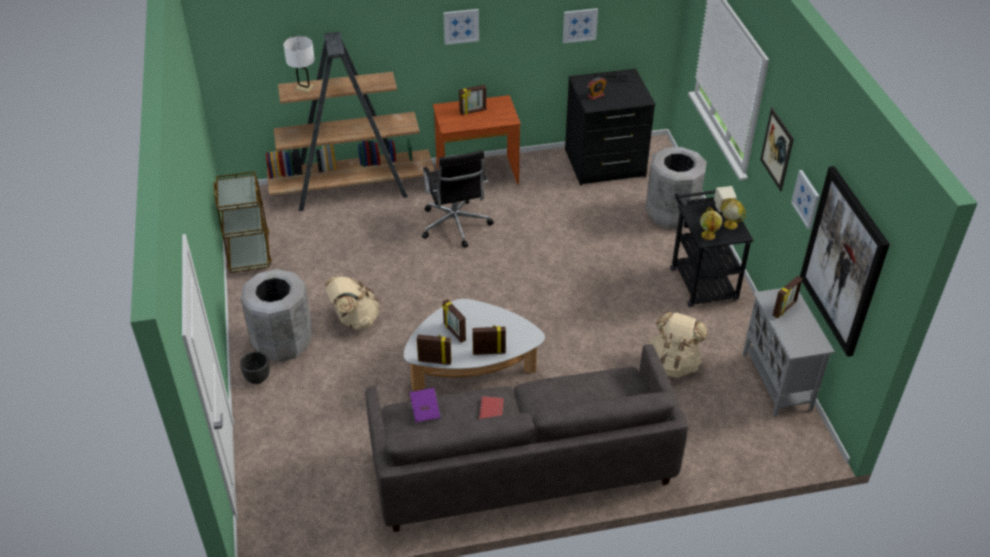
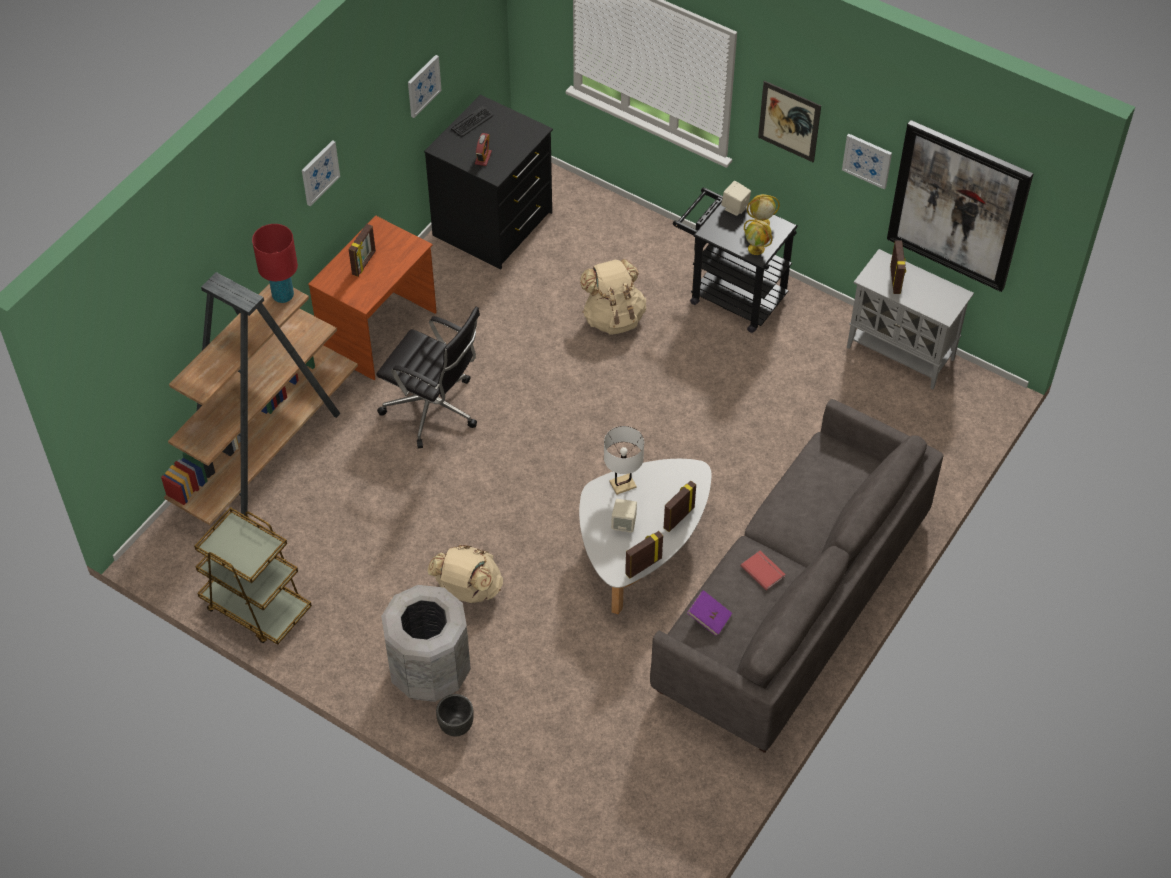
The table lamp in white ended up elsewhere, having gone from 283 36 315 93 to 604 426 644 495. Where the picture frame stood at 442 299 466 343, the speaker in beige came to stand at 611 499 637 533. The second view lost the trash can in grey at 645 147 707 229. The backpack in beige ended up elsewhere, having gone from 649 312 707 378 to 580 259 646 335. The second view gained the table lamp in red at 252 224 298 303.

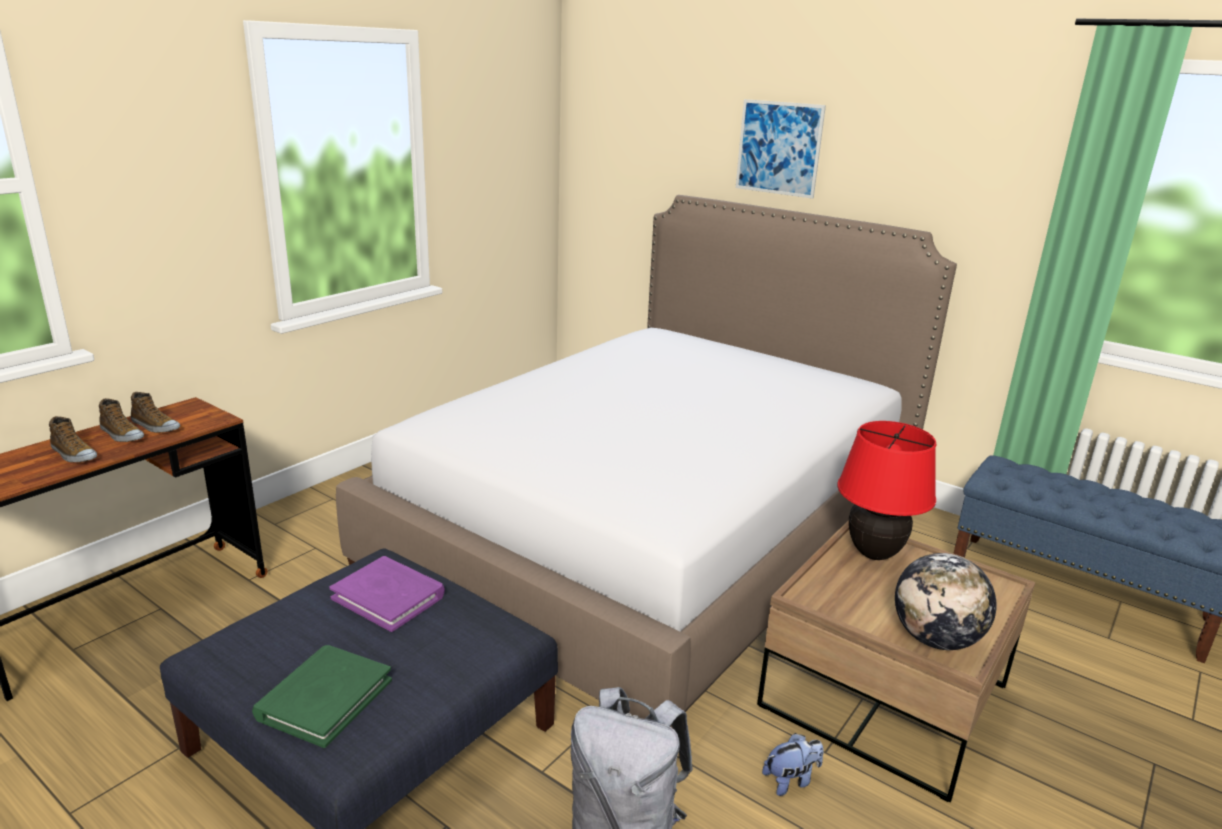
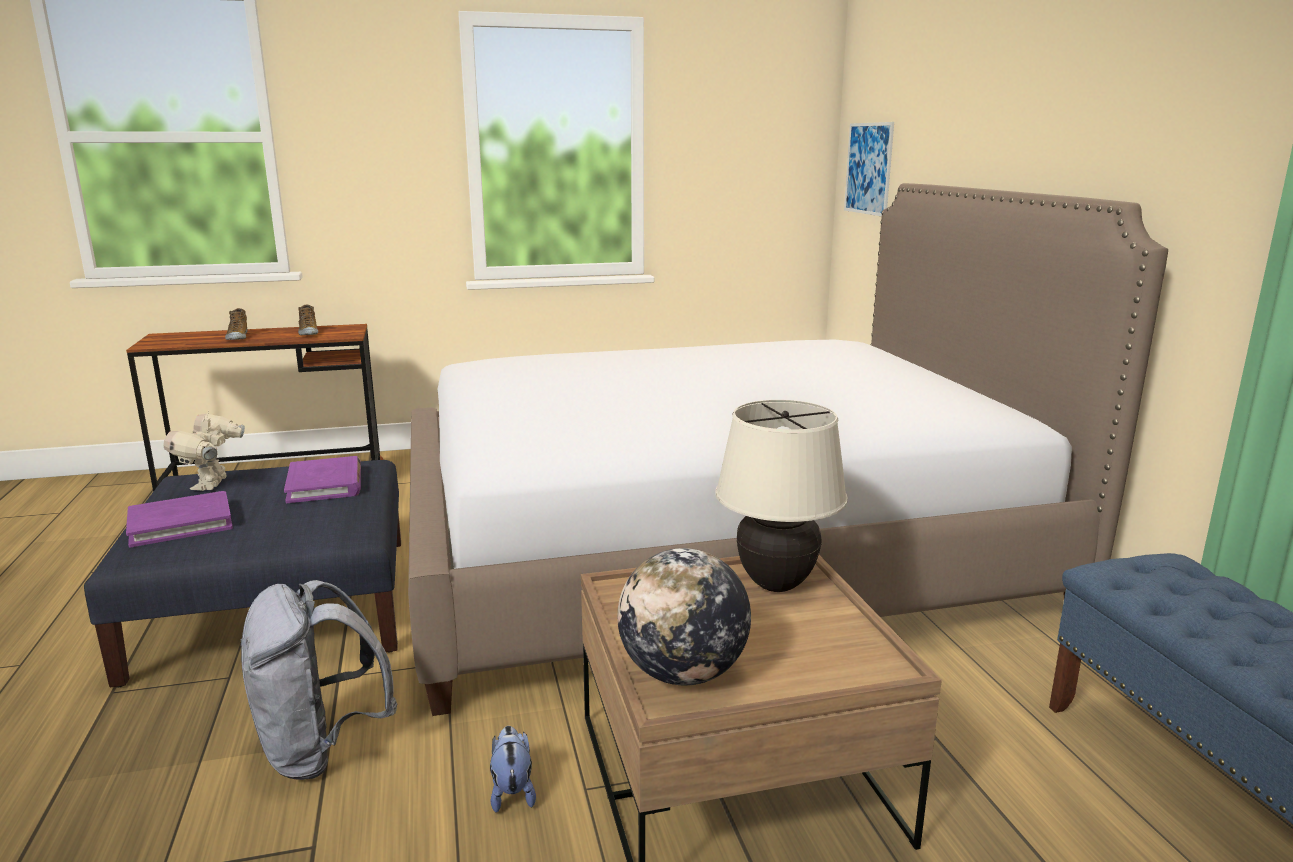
The second view lost the shoe at 99 398 144 442. What was the book in green at 252 645 392 748 turned into the book in purple at 126 491 233 548. The picture ended up elsewhere, having gone from 736 99 826 199 to 844 122 894 216. The plush toy at 762 733 824 796 ended up facing another way, 120 degrees counterclockwise from before. What was the table lamp in red at 837 421 937 560 turned into the table lamp in beige at 715 400 848 592. The second view gained the toy robot at 163 410 245 491.

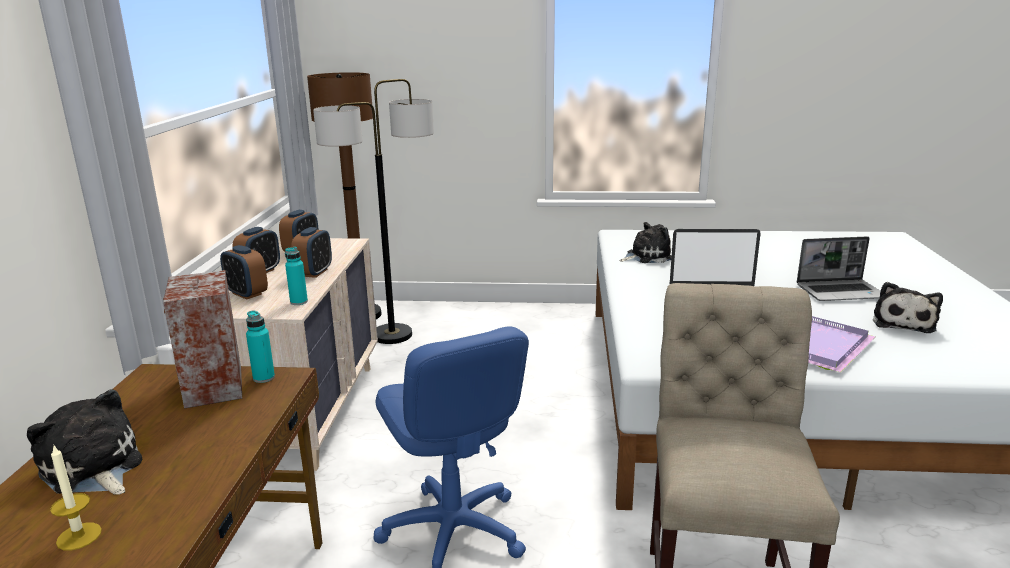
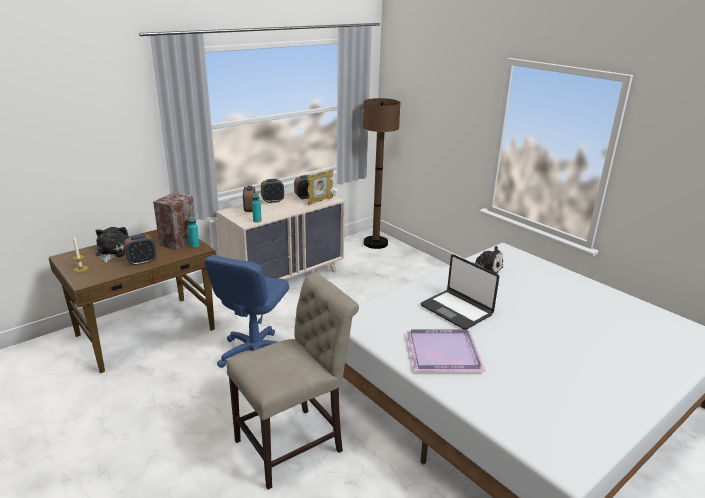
The alarm clock ended up elsewhere, having gone from 291 227 332 278 to 124 234 156 266. The second view lost the floor lamp at 313 79 434 344. The second view lost the laptop at 797 236 880 301. The second view lost the plush toy at 873 282 943 333. The second view gained the picture frame at 307 169 333 205.

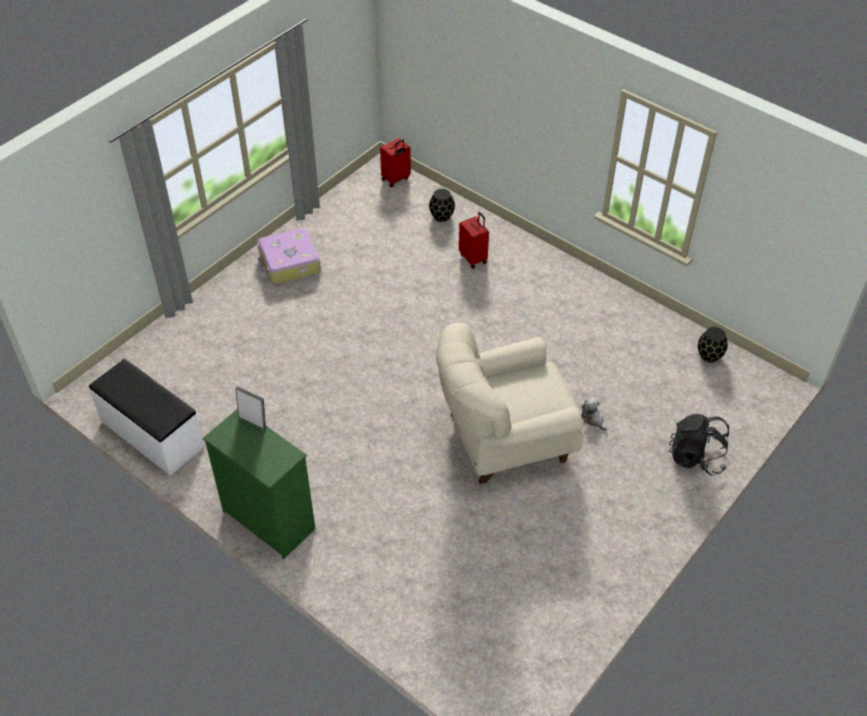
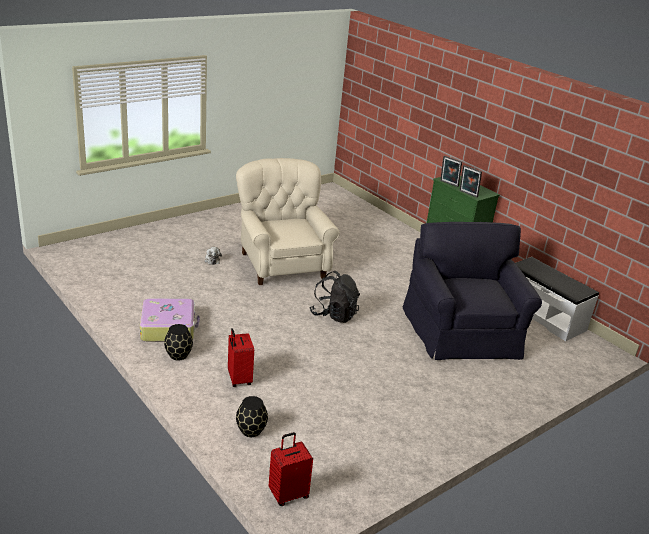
The suitcase ended up elsewhere, having gone from 257 228 321 284 to 140 298 200 342. The armchair in beige at 436 323 583 484 ended up facing another way, 105 degrees counterclockwise from before. The backpack in black ended up elsewhere, having gone from 669 414 729 475 to 309 271 360 323. The vase in black ended up elsewhere, having gone from 698 327 728 362 to 164 324 193 361. The second view gained the armchair in black at 403 222 542 360. The second view gained the picture frame at 440 156 462 187.

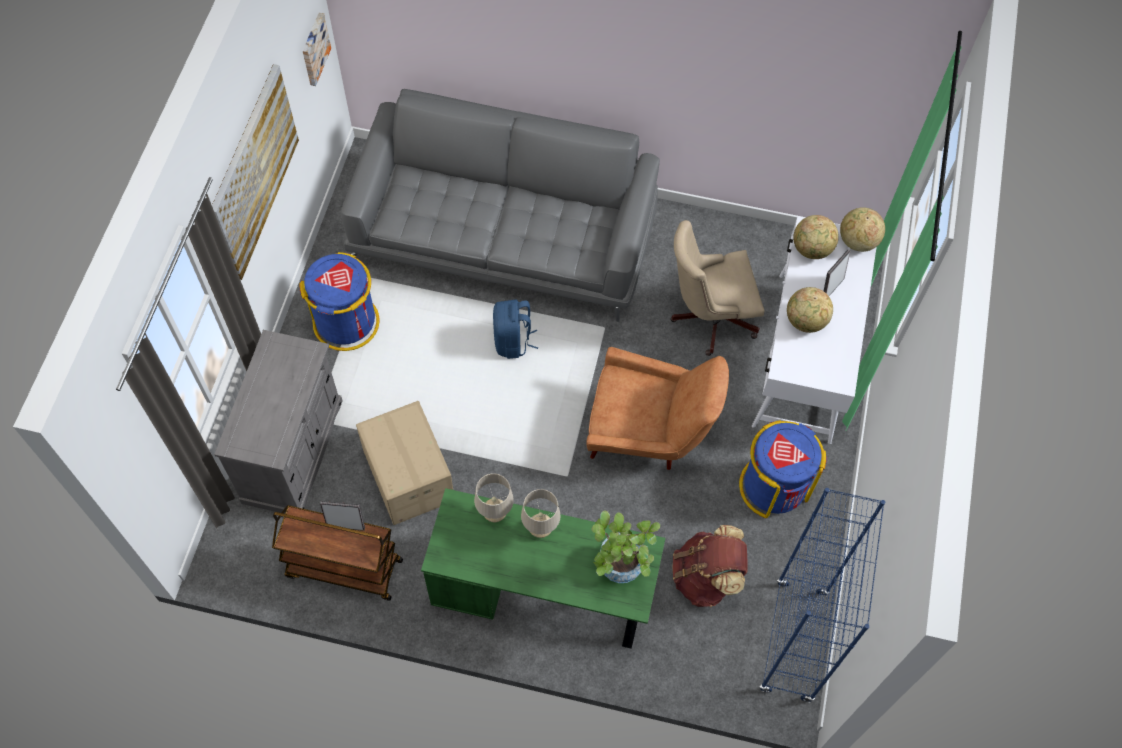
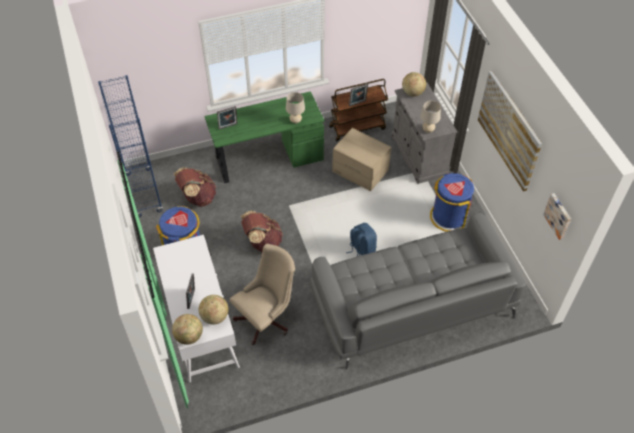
The table lamp in beige ended up elsewhere, having gone from 521 489 561 538 to 421 101 441 133. Where the armchair in brown stood at 586 347 729 470, the backpack in brown came to stand at 241 211 283 252. Where the potted plant stood at 592 510 660 583, the picture frame came to stand at 217 106 237 130. The globe ended up elsewhere, having gone from 787 287 833 333 to 402 72 426 97.

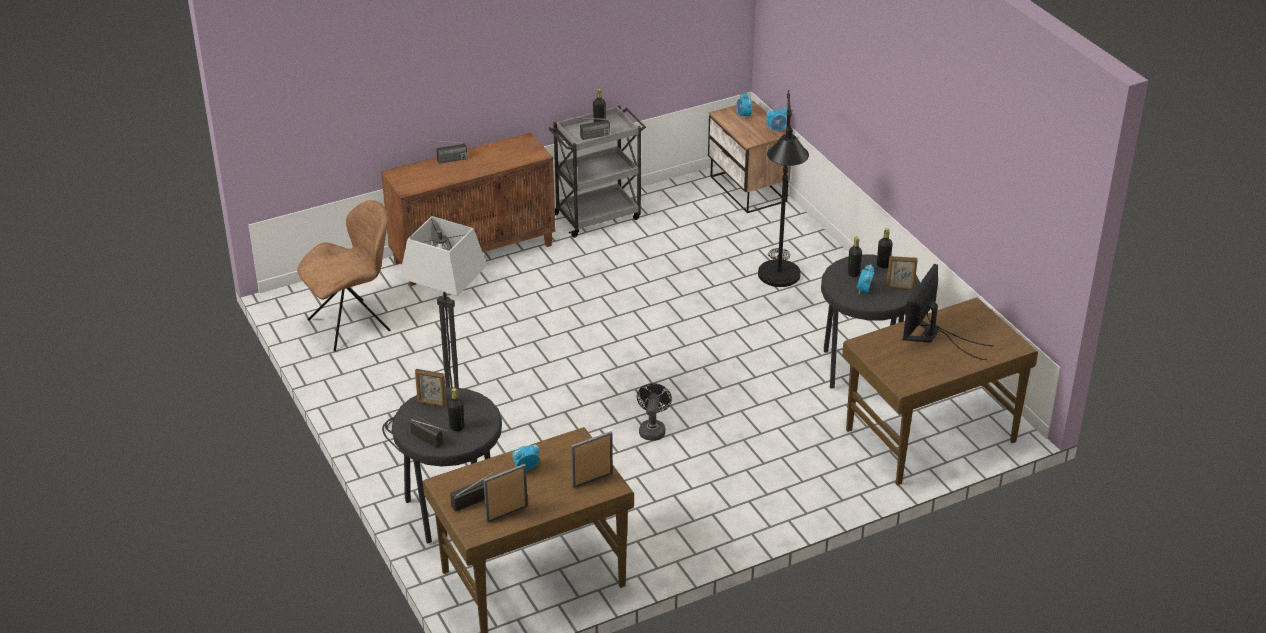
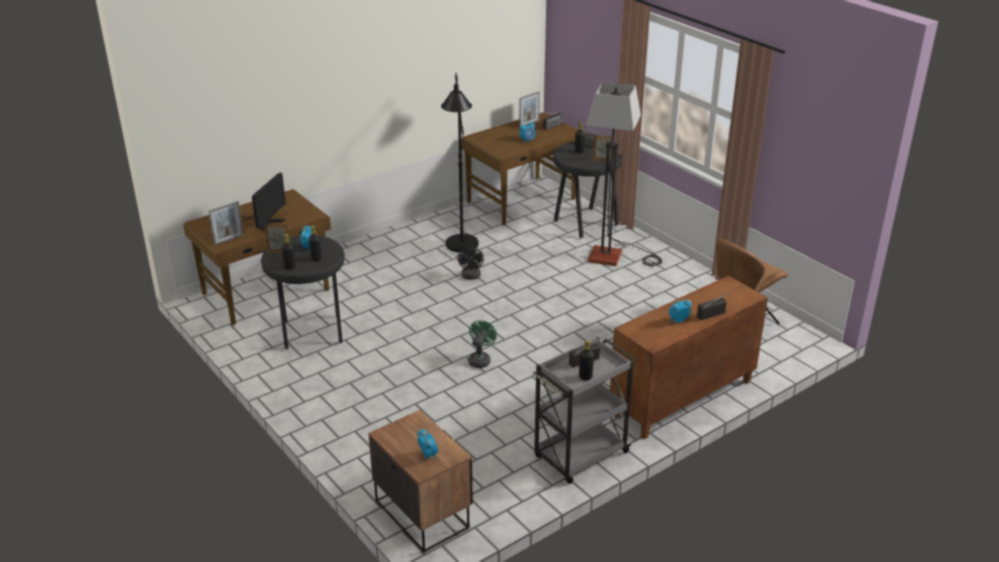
The picture frame ended up elsewhere, having gone from 571 431 613 488 to 209 201 244 245. The floor lamp in black ended up elsewhere, having gone from 758 90 809 287 to 441 73 479 262. The alarm clock ended up elsewhere, having gone from 766 106 787 133 to 669 300 691 323. The second view gained the fan in green at 468 320 497 368.

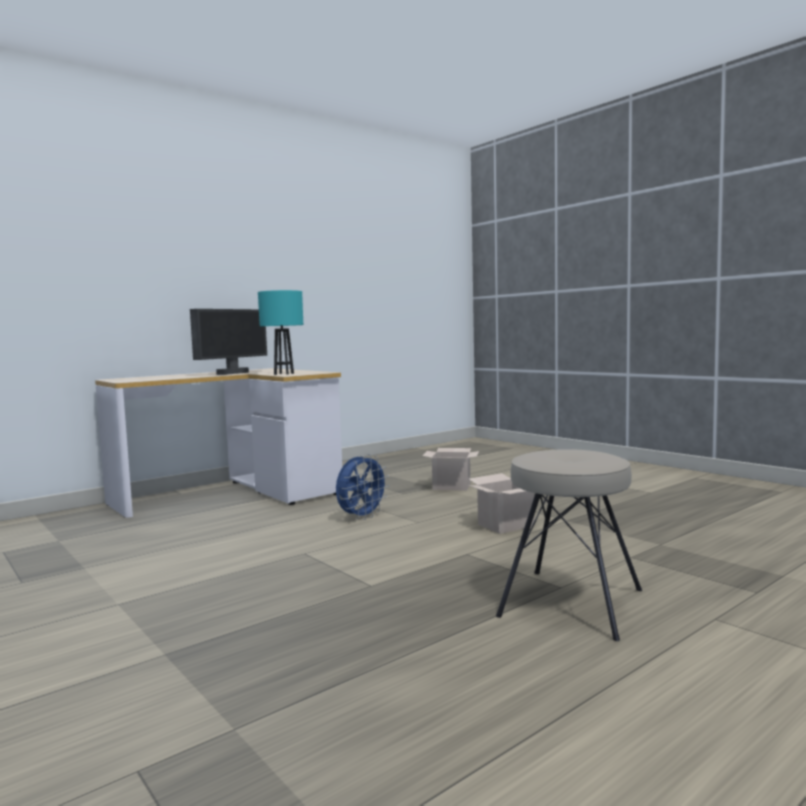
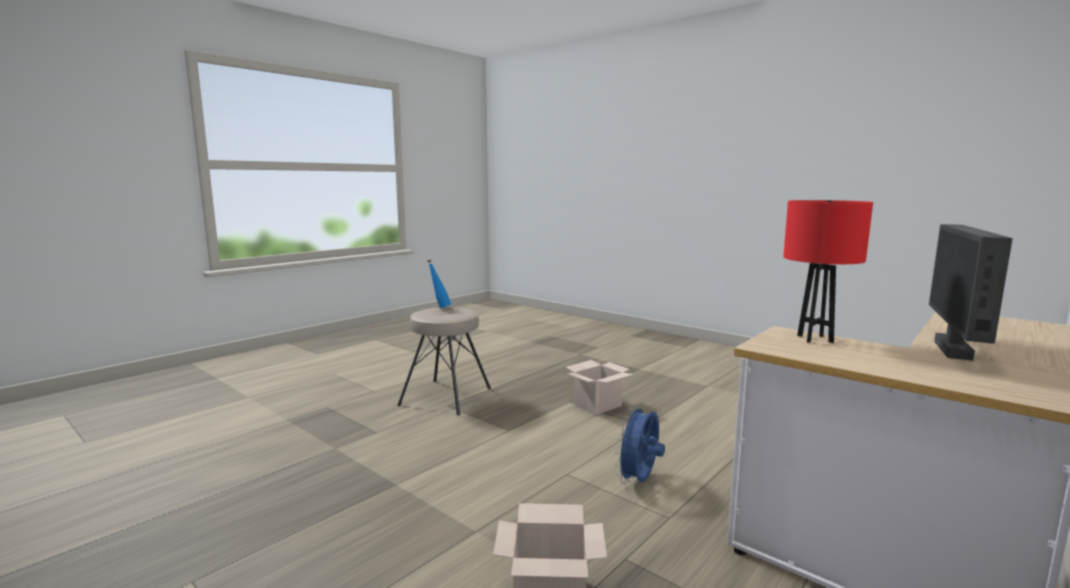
What was the table lamp in turquoise at 258 290 303 375 turned into the table lamp in red at 783 200 873 343. The cardboard box ended up elsewhere, having gone from 468 473 534 534 to 566 360 633 415. The second view gained the bottle in blue at 428 260 451 308.

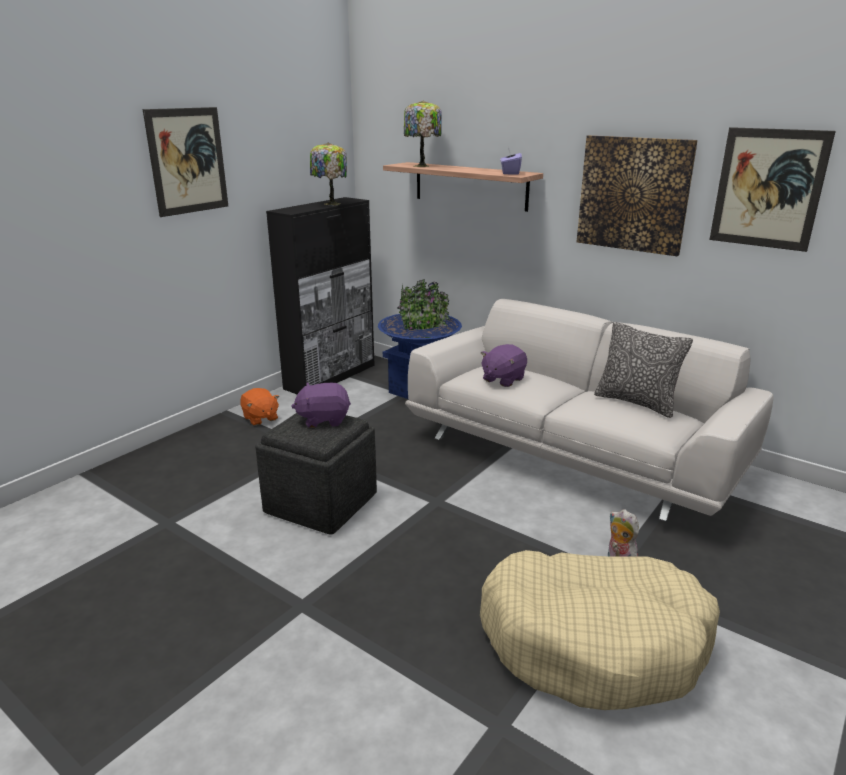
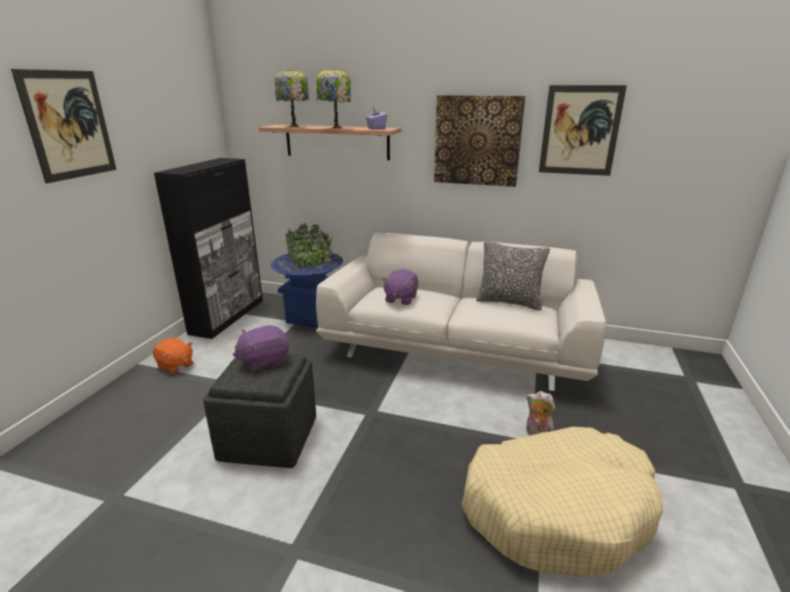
The table lamp ended up elsewhere, having gone from 310 143 347 205 to 316 69 351 129.

